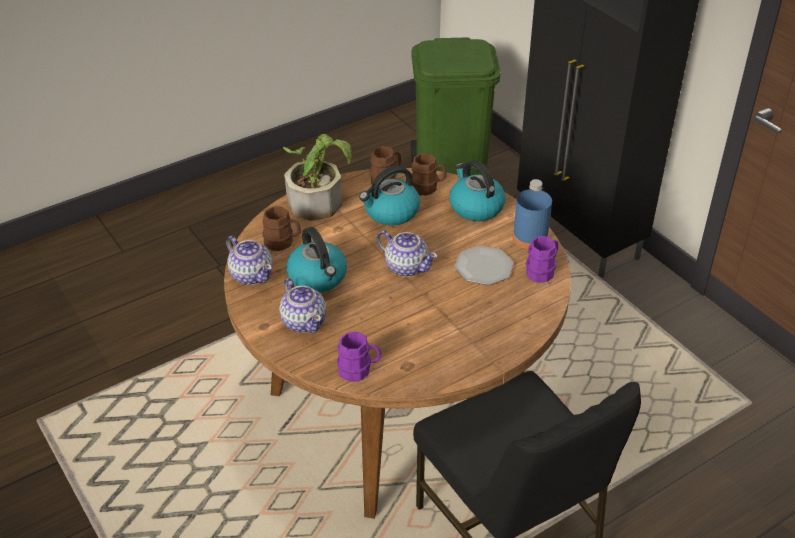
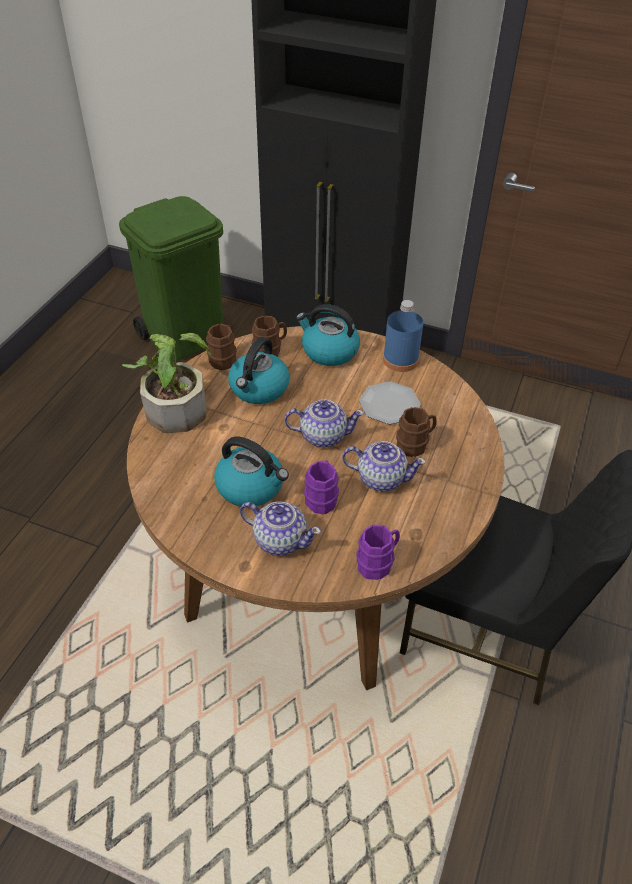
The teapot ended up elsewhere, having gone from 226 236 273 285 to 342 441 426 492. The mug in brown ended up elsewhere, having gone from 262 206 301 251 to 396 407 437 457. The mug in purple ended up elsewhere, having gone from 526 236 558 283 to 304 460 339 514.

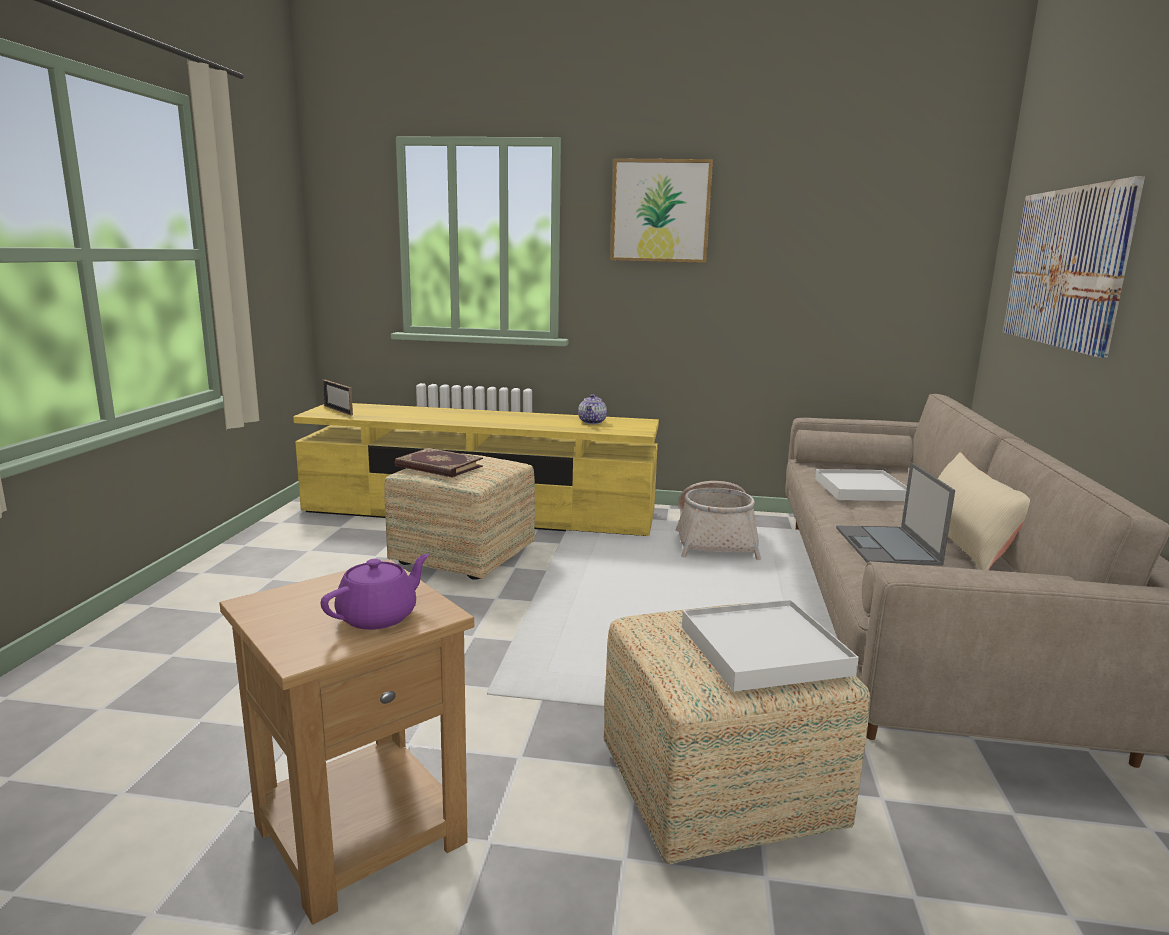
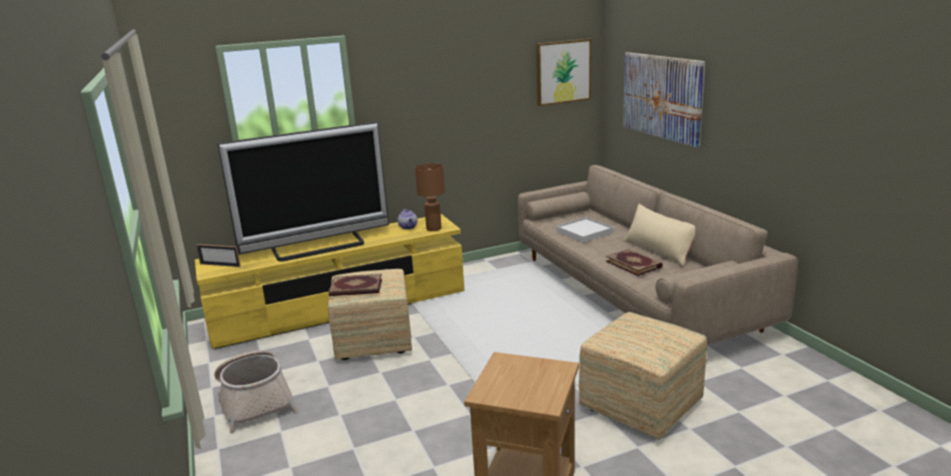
The second view lost the teapot in purple at 320 554 429 630. The picture ended up elsewhere, having gone from 610 158 713 263 to 536 39 592 106. The basket ended up elsewhere, having gone from 675 481 761 560 to 214 350 297 433. The second view lost the tray in white at 682 600 859 692. Where the laptop stood at 836 462 955 566, the book came to stand at 606 249 663 276. The second view gained the television at 217 122 389 262. The second view gained the table lamp in brown at 415 163 445 231.

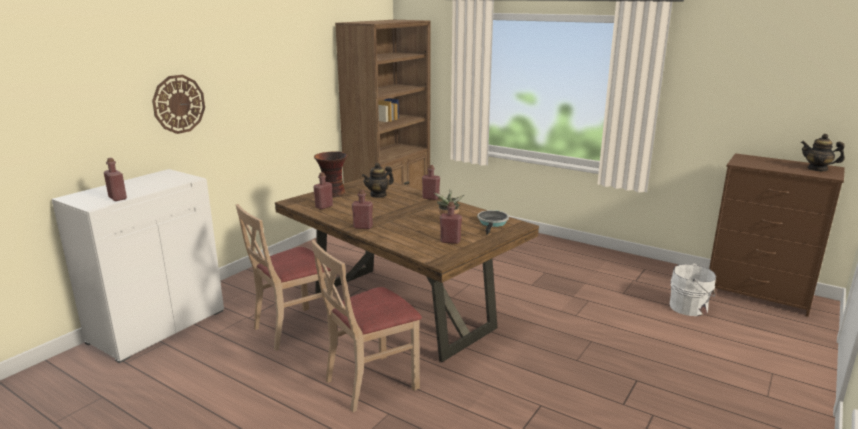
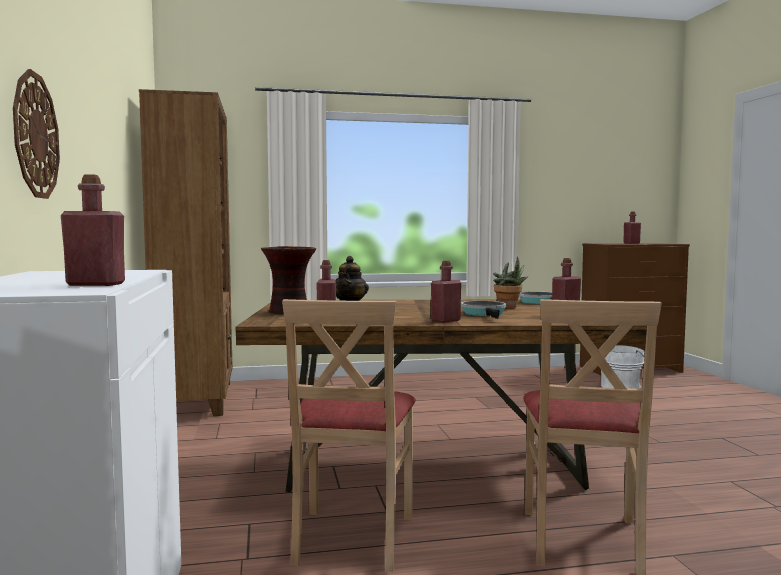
The bottle in red ended up elsewhere, having gone from 422 165 440 200 to 623 211 641 244. The second view lost the teapot at 801 134 845 171. The second view gained the frying pan at 461 301 507 319.

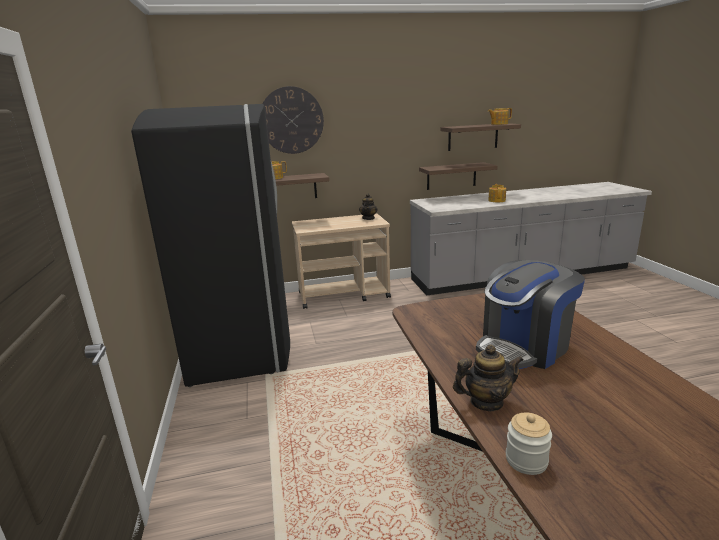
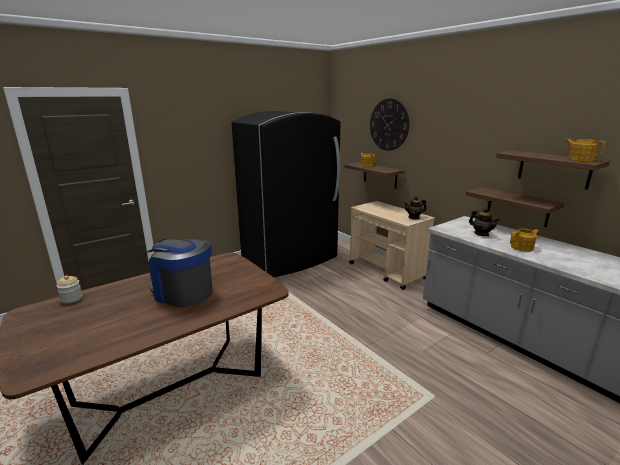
The teapot ended up elsewhere, having gone from 453 344 524 411 to 469 208 499 236.

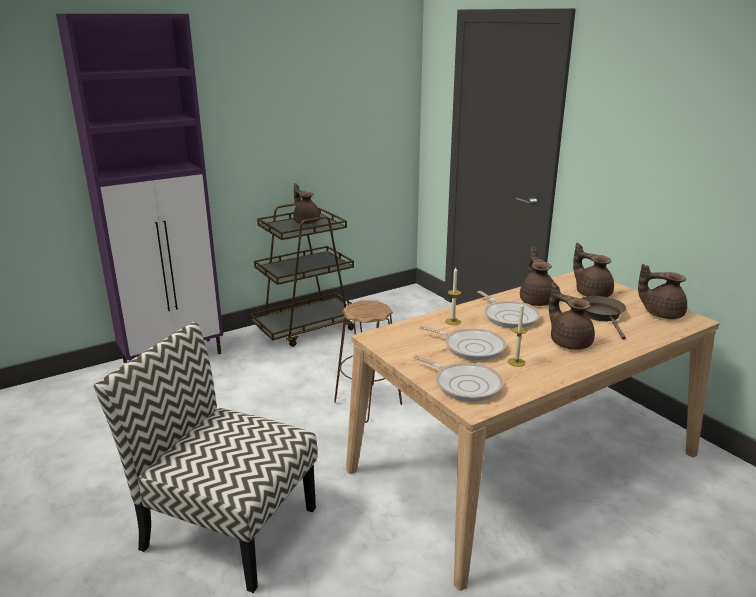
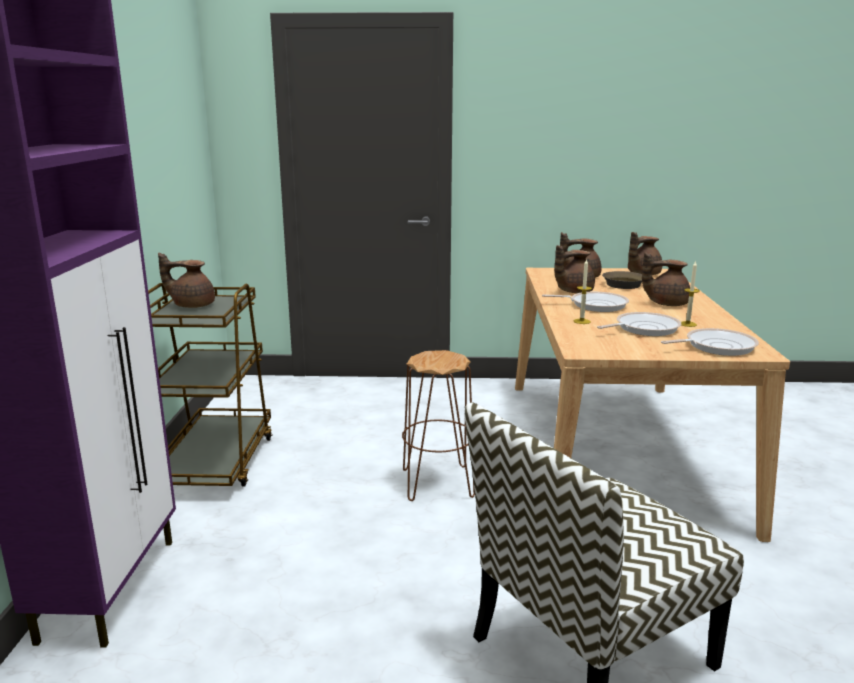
The teapot in brown at 520 247 554 306 ended up facing another way, 60 degrees counterclockwise from before.

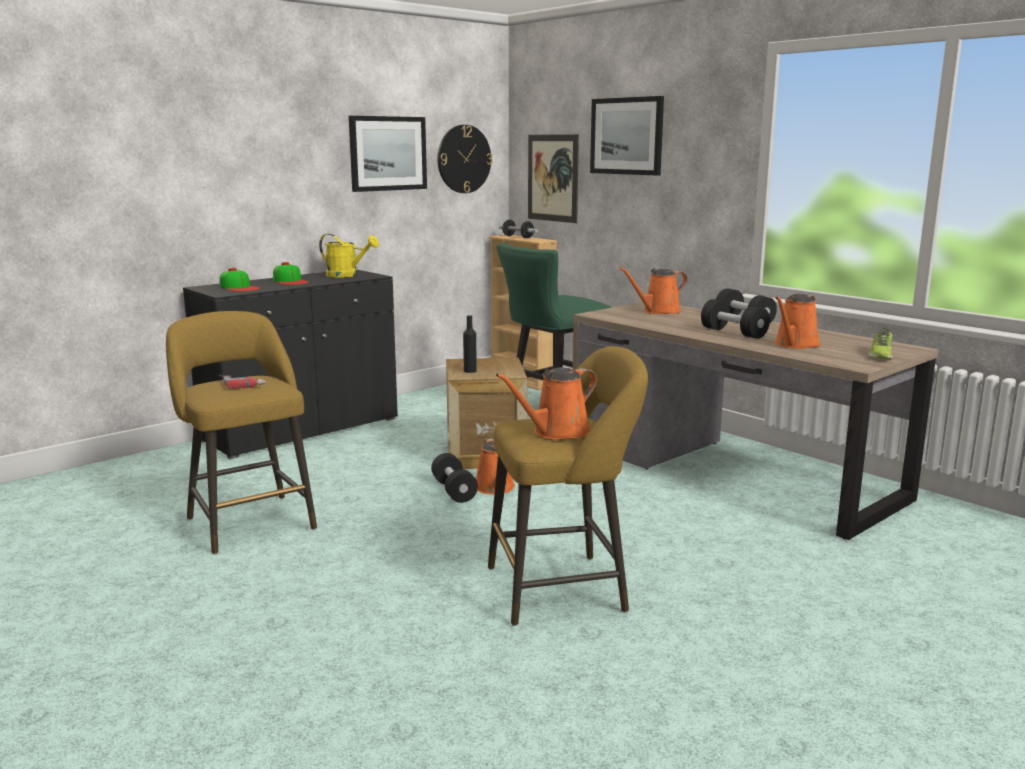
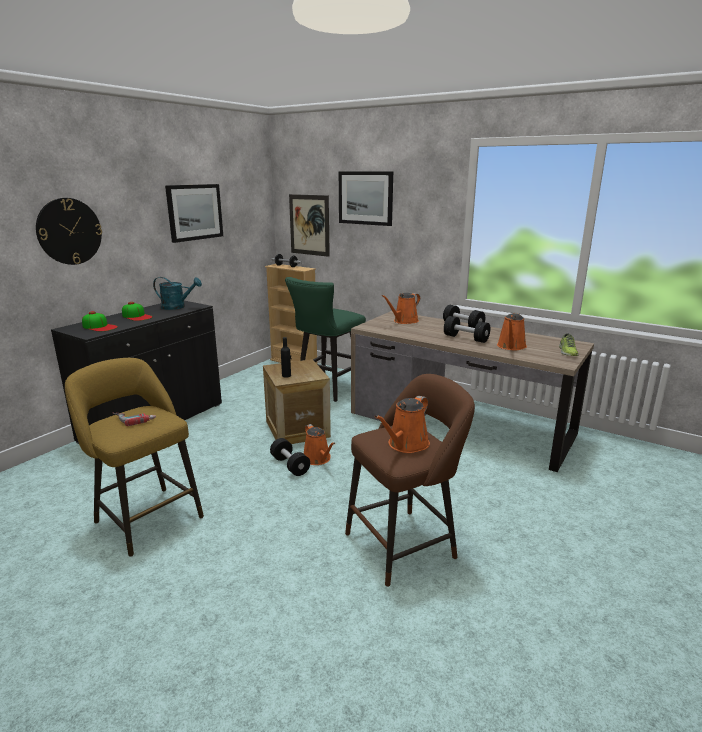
What was the watering can in yellow at 319 234 379 277 turned into the watering can in turquoise at 153 277 202 310. The wall clock ended up elsewhere, having gone from 437 125 492 193 to 36 198 102 265. What was the stool in yellow at 488 346 648 626 turned into the stool in brown at 345 374 475 587.

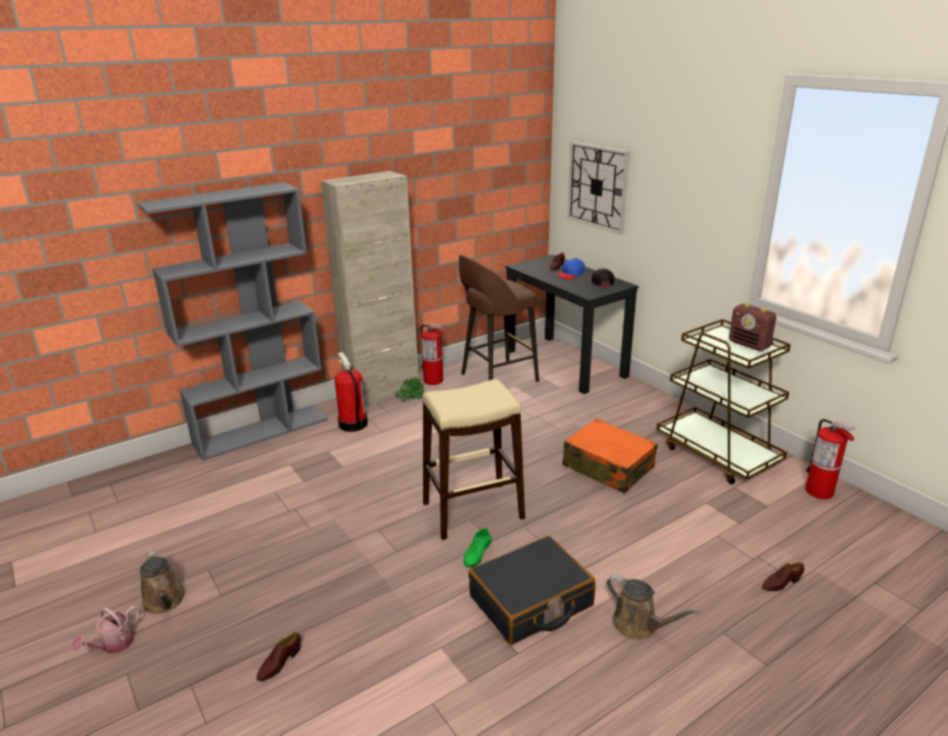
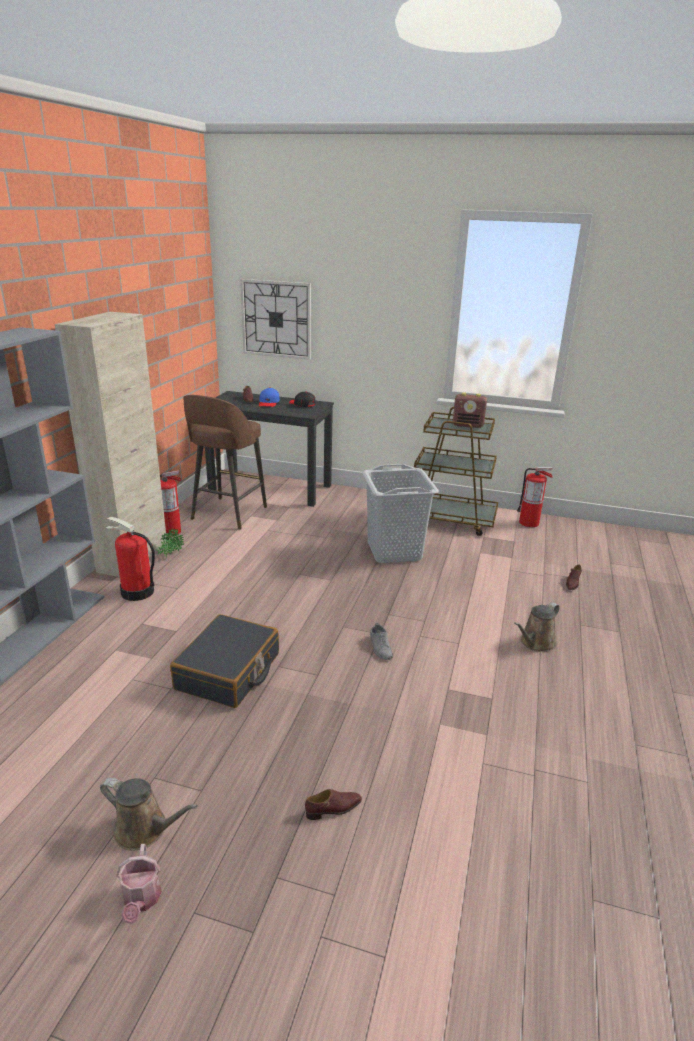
The shoe in brown at 256 632 301 681 ended up facing another way, 105 degrees counterclockwise from before. The second view lost the stool in beige at 423 379 525 540. What was the shoe in green at 463 527 491 568 turned into the shoe in grey at 370 623 393 660. The suitcase in black ended up elsewhere, having gone from 468 536 595 645 to 170 614 279 708. Where the suitcase in orange stood at 562 418 658 493, the laundry basket in grey came to stand at 362 464 439 563. The watering can in brown at 606 574 700 640 ended up facing another way, 135 degrees clockwise from before.

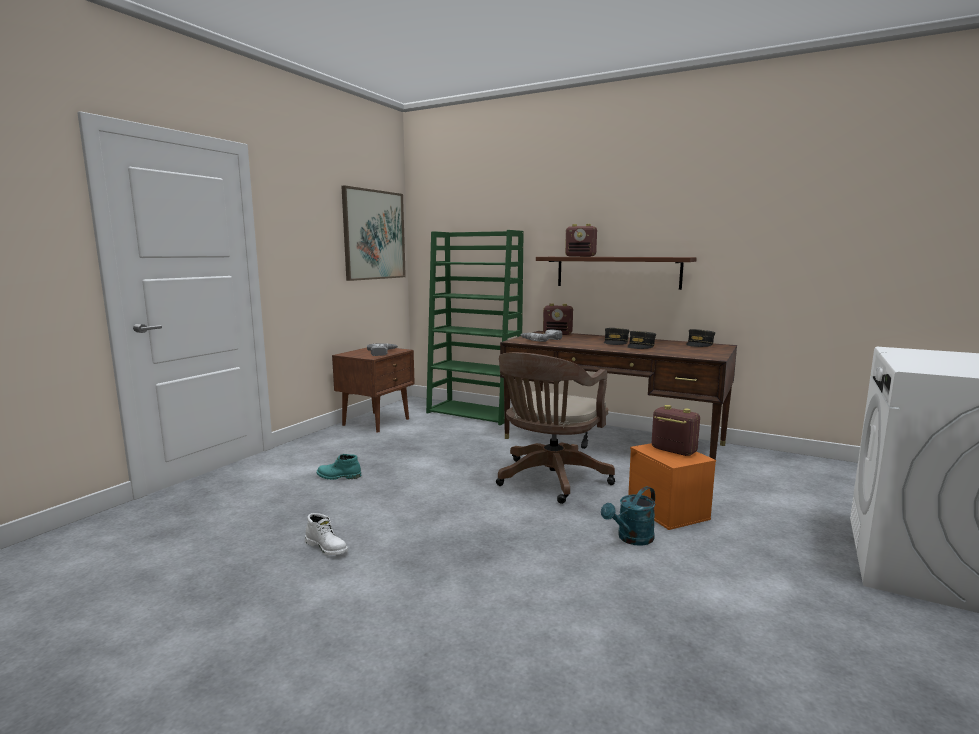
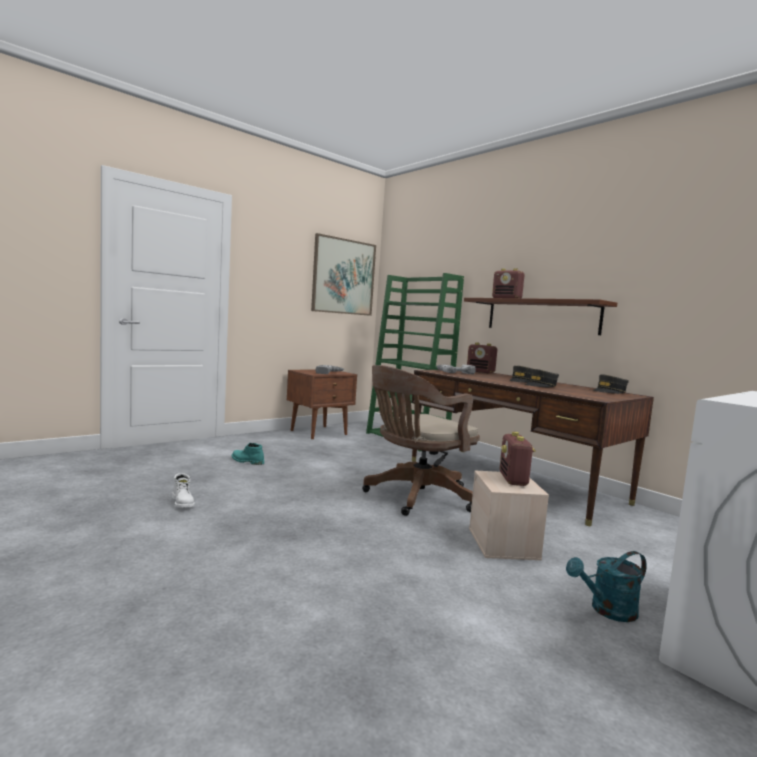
The watering can in turquoise ended up elsewhere, having gone from 601 486 655 546 to 566 551 647 622. What was the storage box in orange at 628 443 716 530 turned into the storage box in beige at 469 470 549 560. The radio at 652 405 700 456 ended up facing another way, 150 degrees counterclockwise from before.

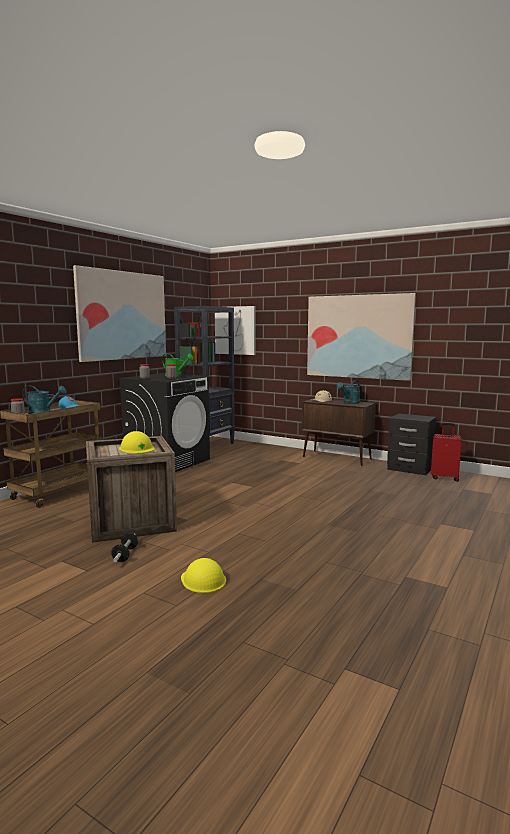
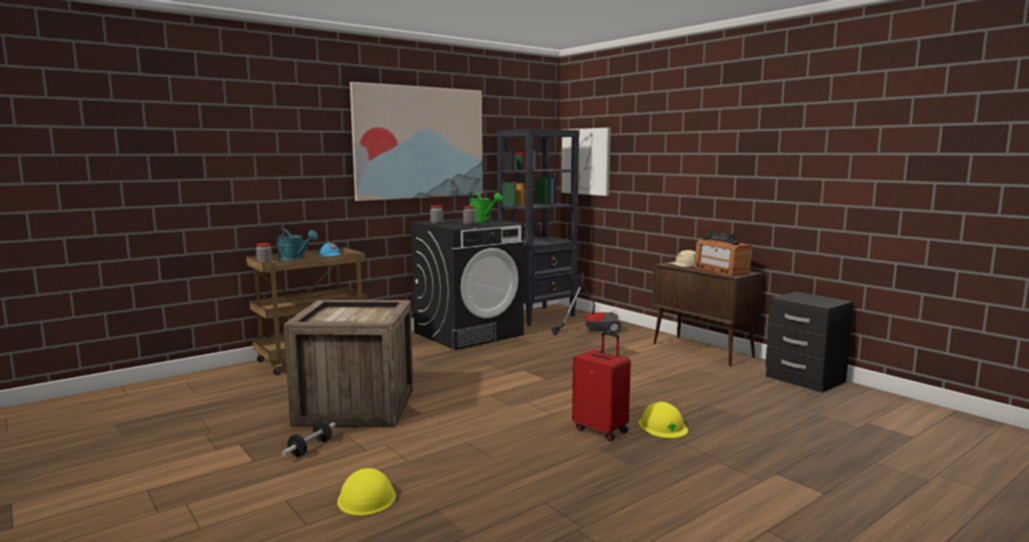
The hard hat in yellow ended up elsewhere, having gone from 119 431 155 454 to 639 402 688 438. The second view lost the picture at 307 293 416 381. Where the watering can in turquoise stood at 337 380 360 404, the radio came to stand at 694 231 752 277. The suitcase in red ended up elsewhere, having gone from 431 423 462 482 to 572 331 631 441. The second view gained the vacuum cleaner at 551 272 621 335.

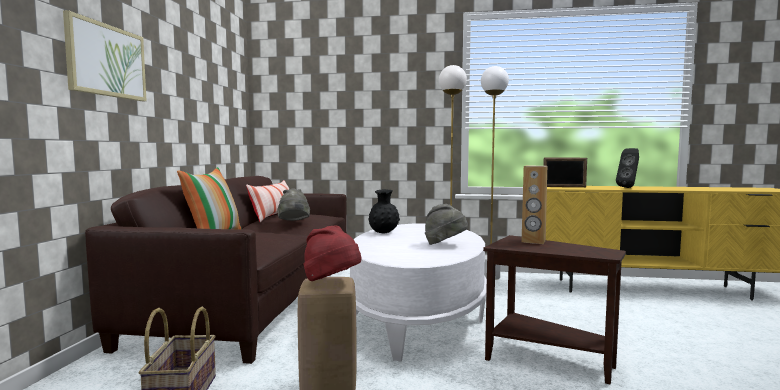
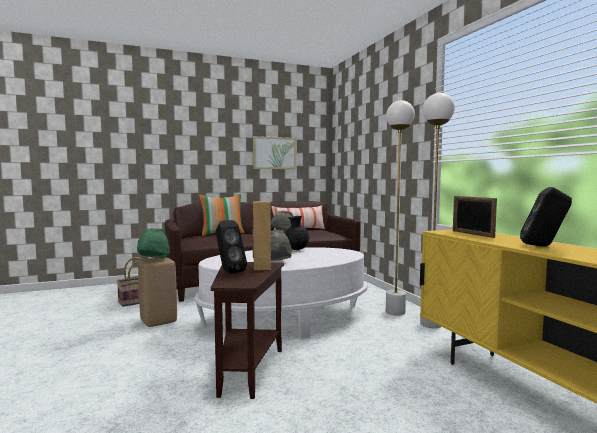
The picture ended up elsewhere, having gone from 63 10 147 101 to 253 136 296 169. What was the hat in red at 304 226 362 281 turned into the hat in green at 137 228 170 258. The second view gained the speaker in black at 216 220 247 274.

